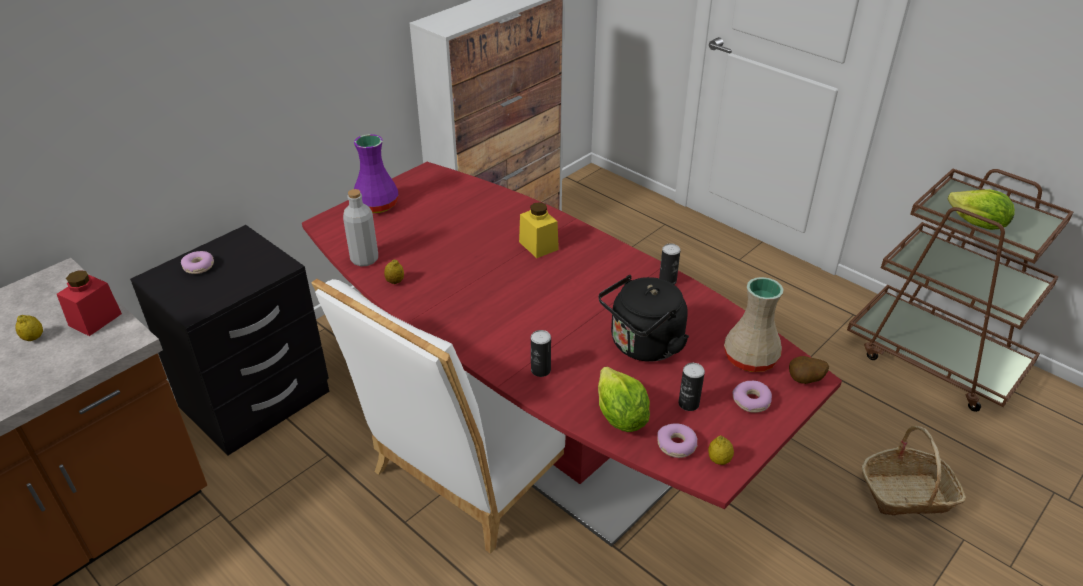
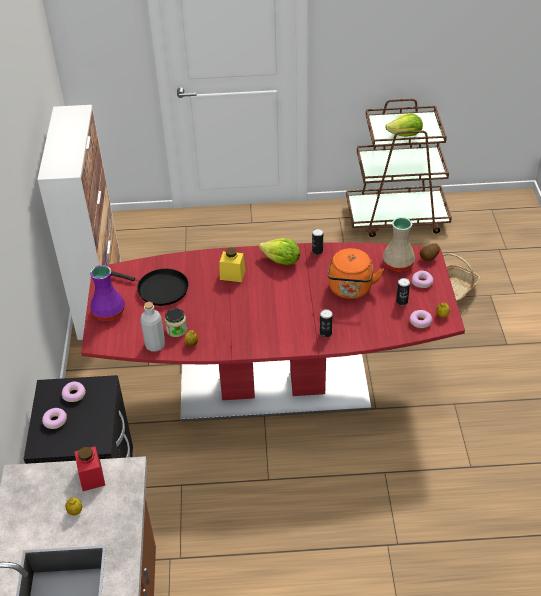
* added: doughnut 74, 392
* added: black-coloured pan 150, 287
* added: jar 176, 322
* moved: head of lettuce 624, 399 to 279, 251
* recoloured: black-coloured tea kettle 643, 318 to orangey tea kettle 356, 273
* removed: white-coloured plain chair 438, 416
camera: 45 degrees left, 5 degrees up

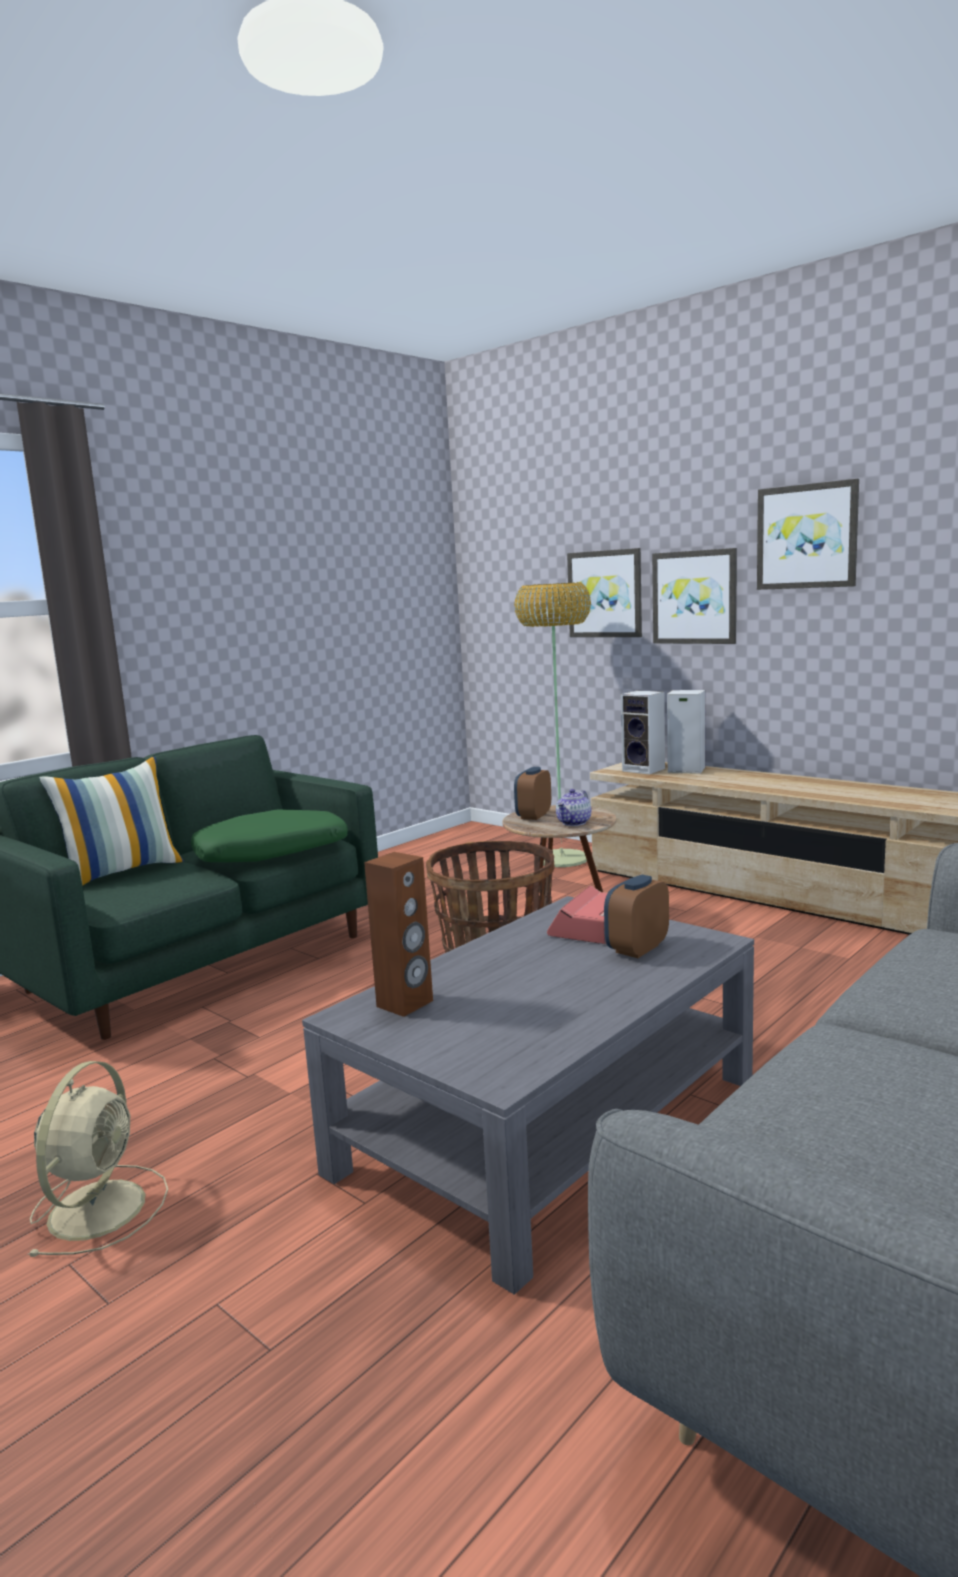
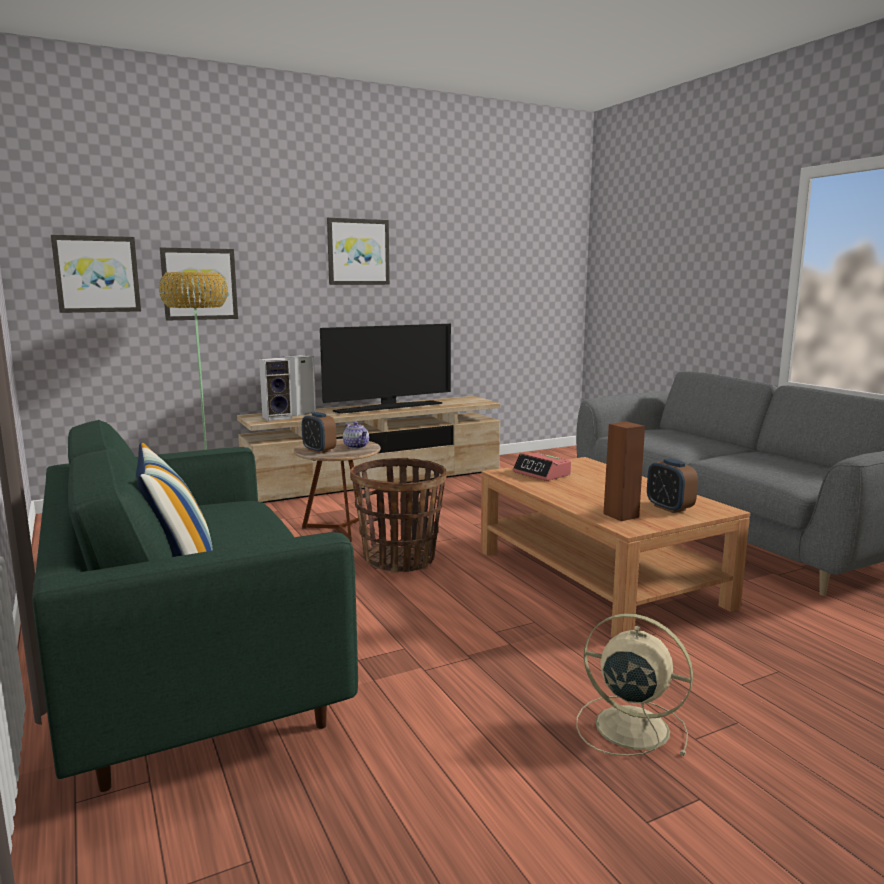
* moved: wall picture 694, 596 to 96, 274
* added: TV set 385, 369
* recoloured: gray coffee table 528, 1095 to brown coffee table 615, 547
* moved: alarm clock 636, 916 to 672, 485
* removed: green-coloured pillow 269, 835
camera: 70 degrees left, 0 degrees up

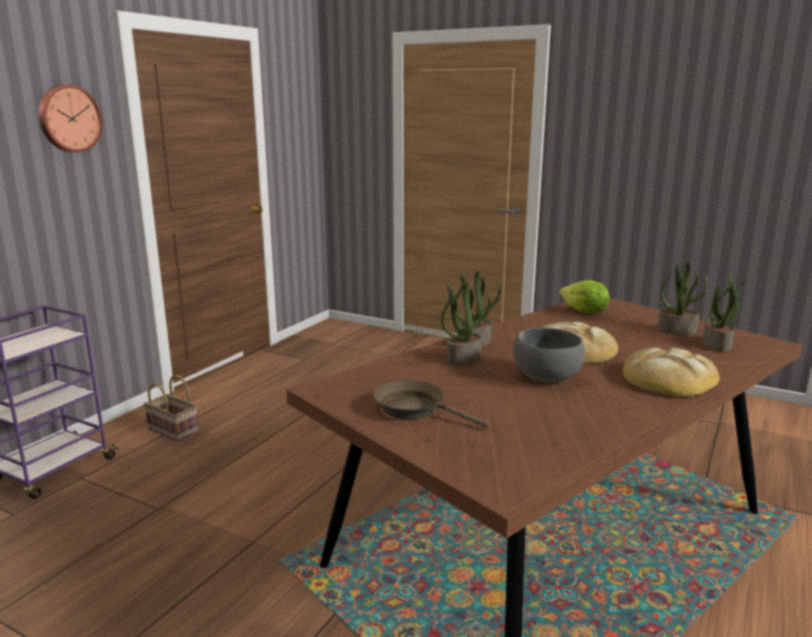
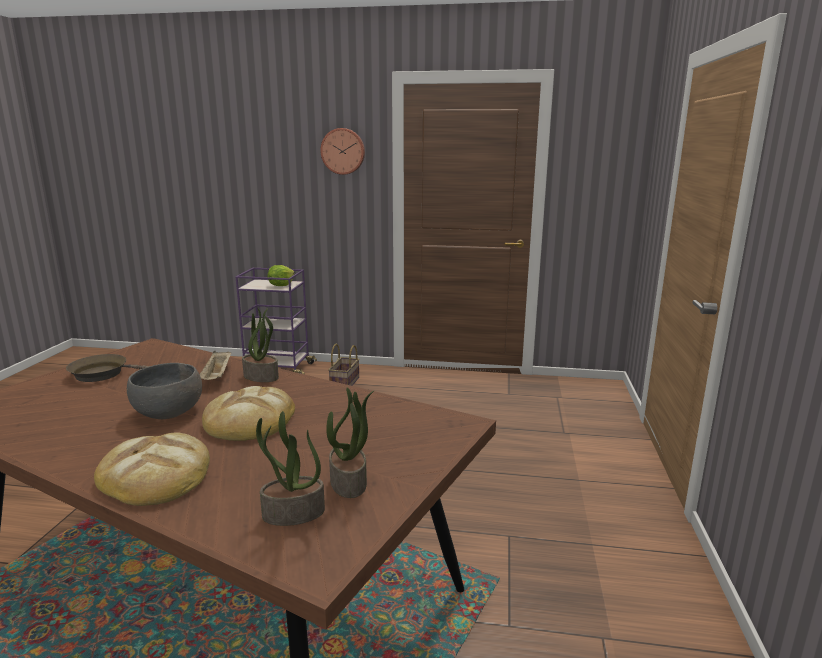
* turned: brown pan 432, 404 = 107, 368 105 degrees counterclockwise
* replaced: plant in a pot 466, 323 to sand-coloured carrying tray 215, 365
* moved: head of lettuce 585, 297 to 281, 275
camera: 70 degrees right, 0 degrees up

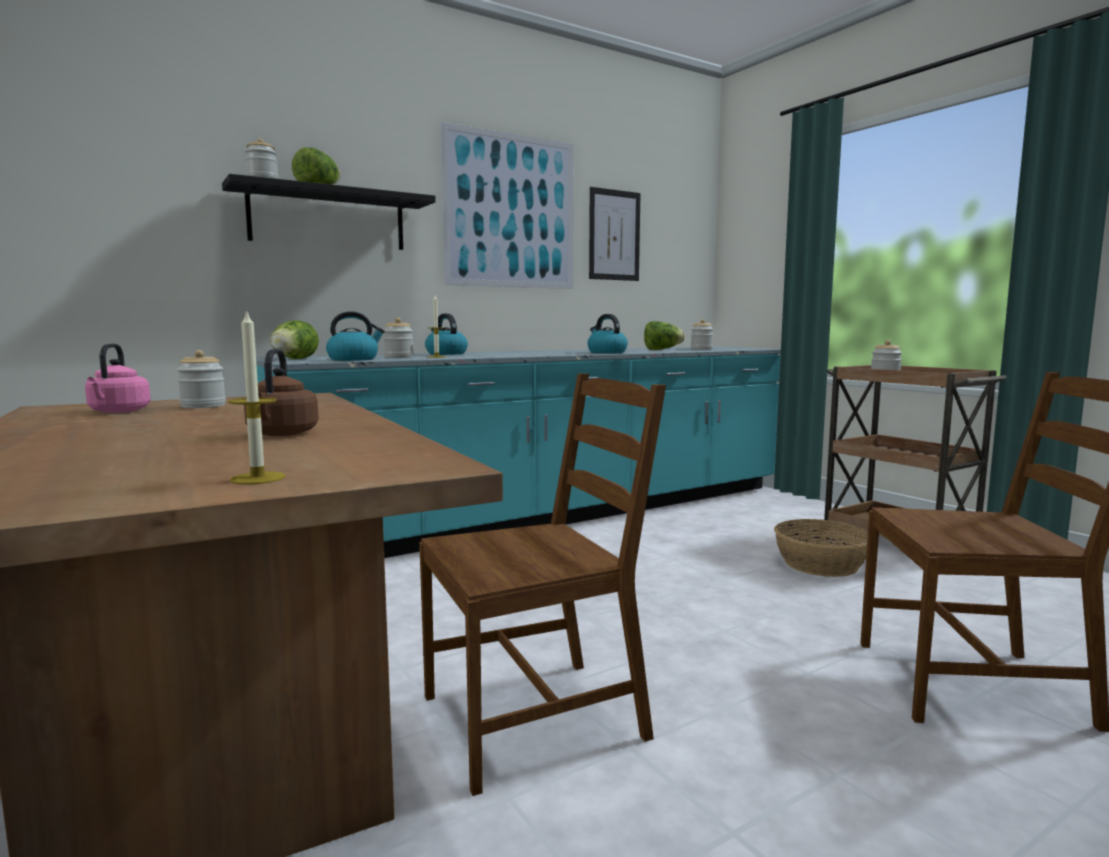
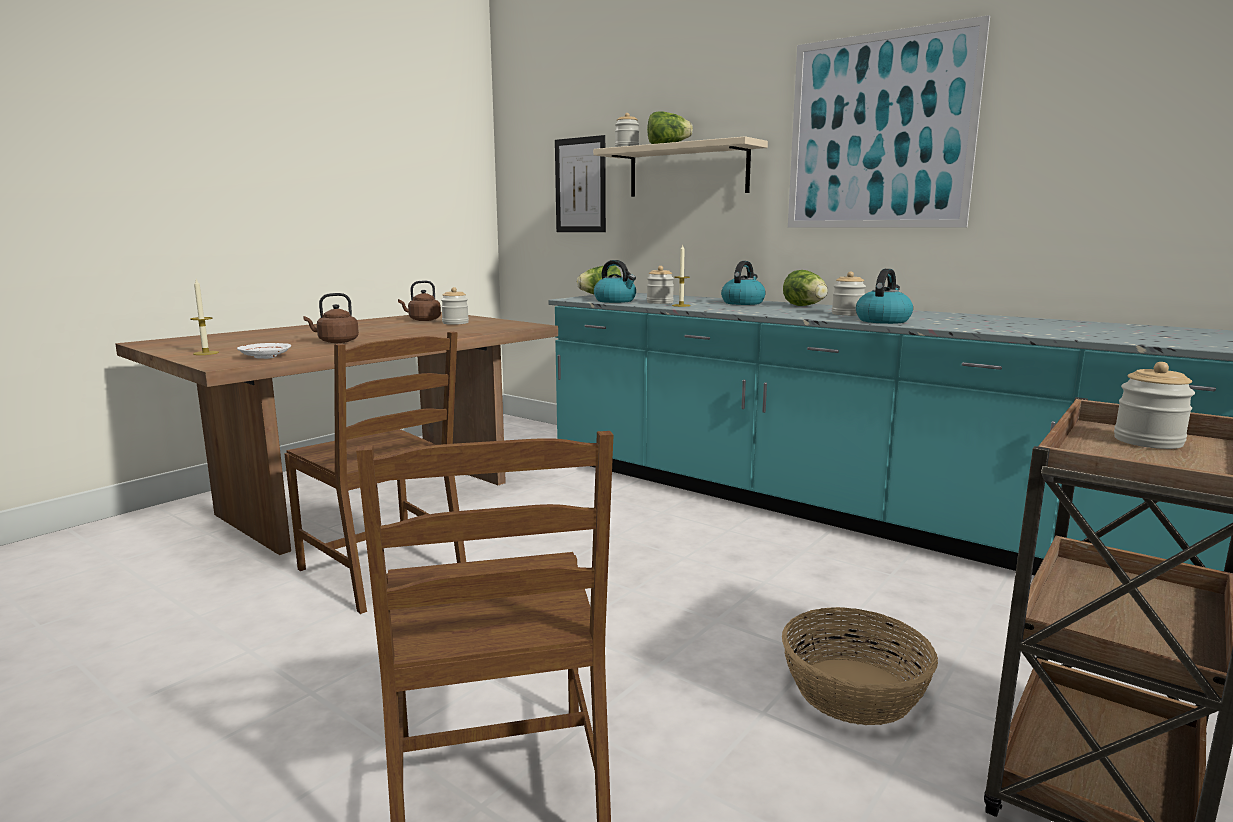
* added: white-coloured flat dish 264, 351
* recoloured: pink-coloured tea kettle 118, 378 to brown tea kettle 419, 301
* moved: wall picture 615, 234 to 580, 183
* recoloured: black-coloured shelf 329, 212 to sand-coloured shelf 680, 167
* moved: head of lettuce 664, 335 to 805, 288
* moved: jar 702, 334 to 849, 294
camera: 70 degrees right, 5 degrees up

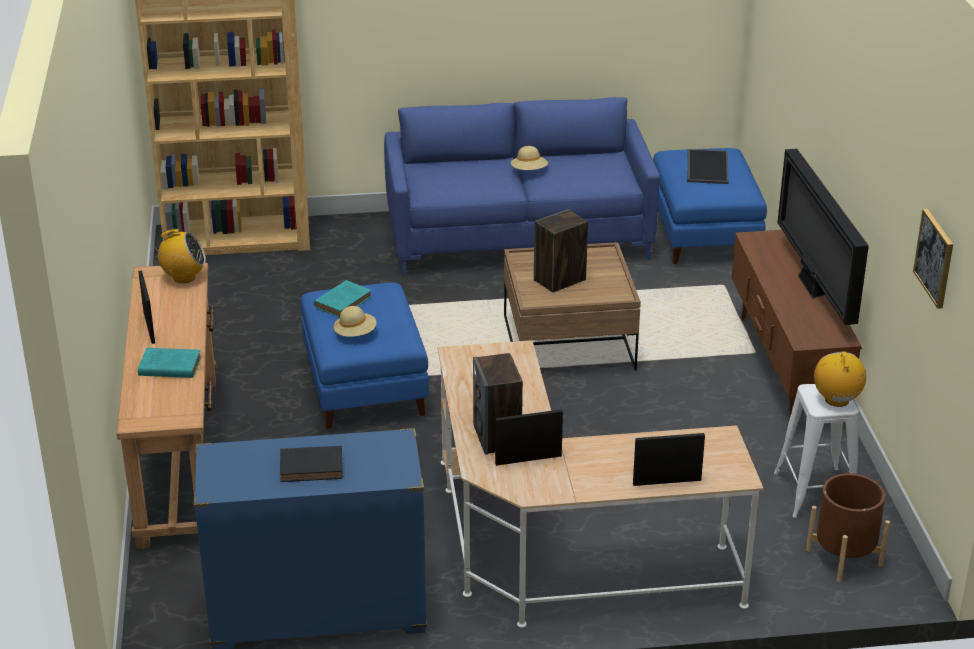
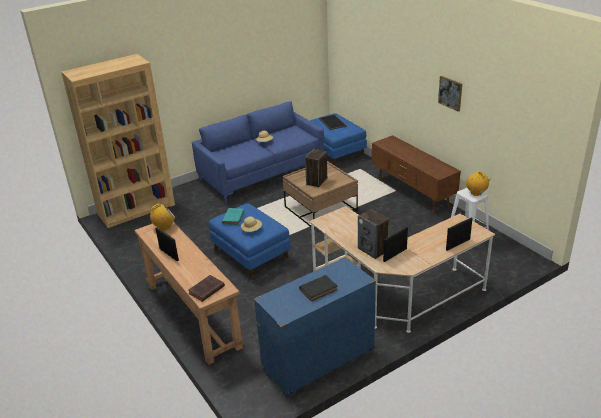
* added: brown bound book 206, 288
* moved: wall picture 933, 259 to 450, 94
* removed: turquoise-coloured bound book 169, 363
* removed: TV set 823, 237
* removed: brown flower pot 848, 527
camera: 25 degrees left, 0 degrees up

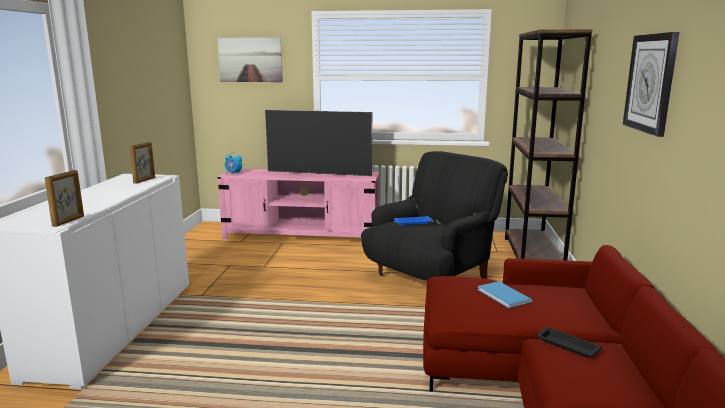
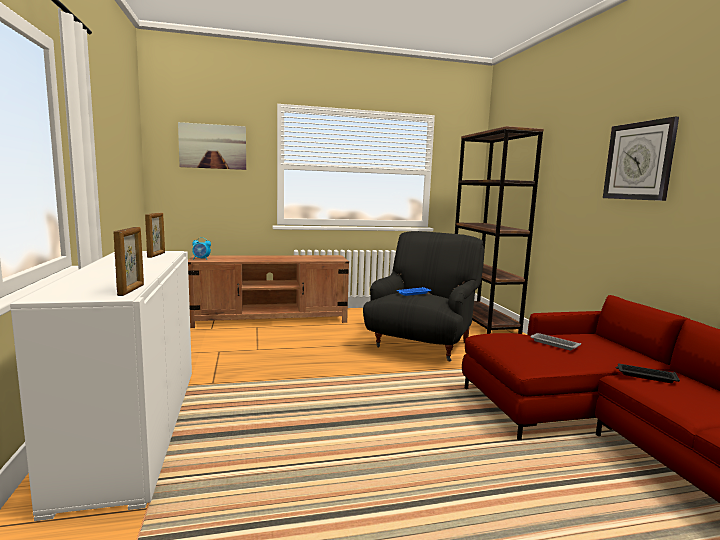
* recoloured: pink-coloured media console 298, 204 to brown media console 268, 291
* replaced: blue bound book 505, 294 to gray carrying tray 555, 341
* removed: TV set 319, 142
camera: 20 degrees left, 5 degrees down

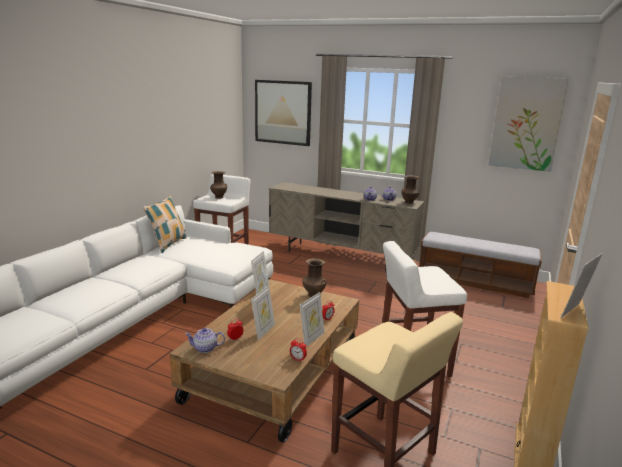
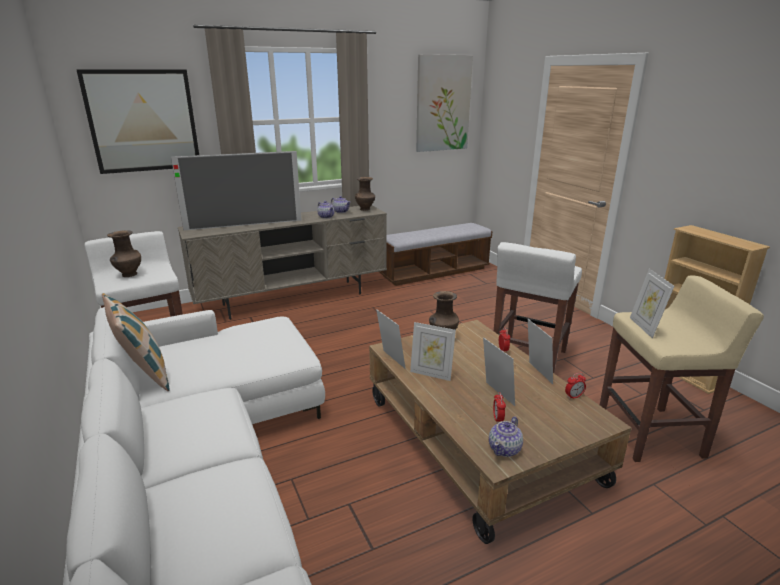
* added: TV set 236, 190
* moved: photo frame 582, 285 to 652, 303
camera: 50 degrees left, 5 degrees up

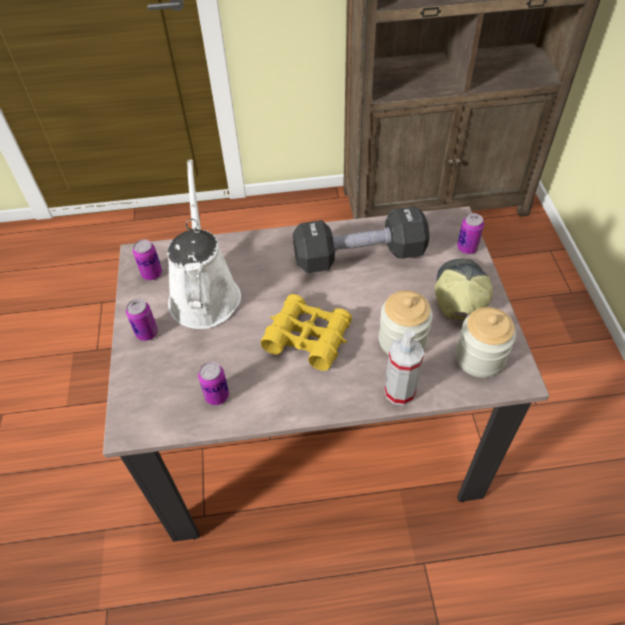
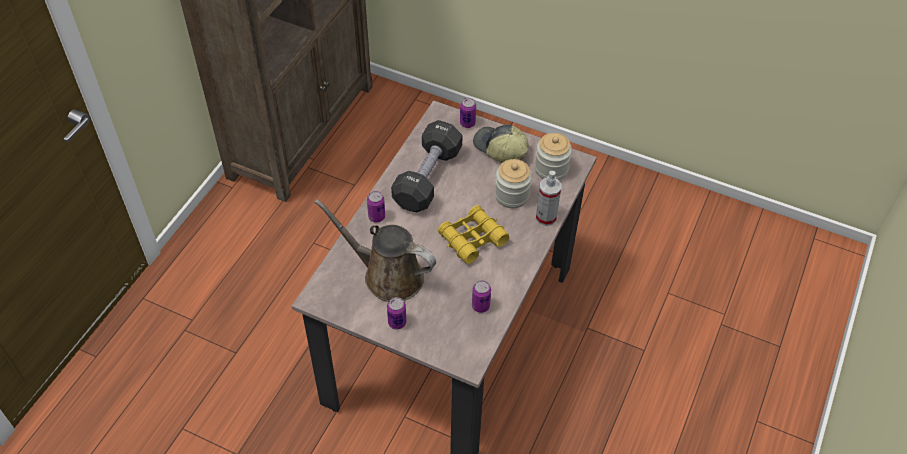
* recoloured: white-coloured watering pot 204, 244 to brown watering pot 375, 250
* moved: can 147, 260 to 376, 207
camera: 60 degrees left, 0 degrees up

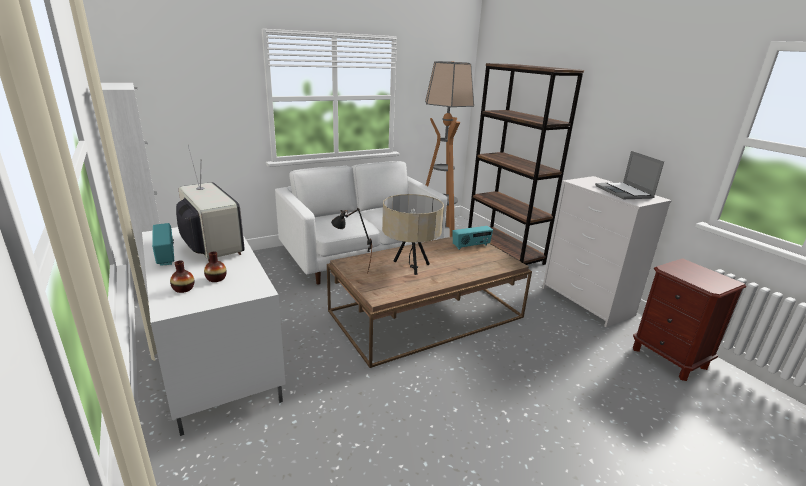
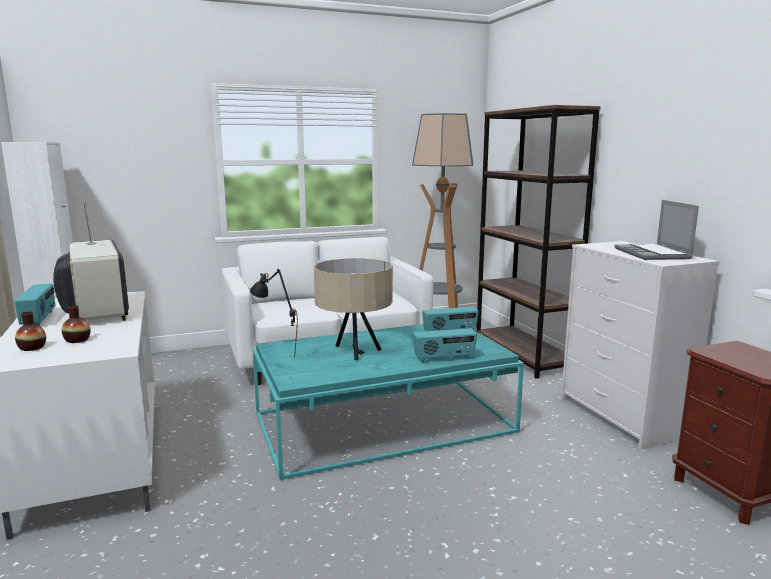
* recoloured: brown coffee table 429, 302 to turquoise-coloured coffee table 388, 402
* added: radio 445, 345
camera: 10 degrees right, 10 degrees down

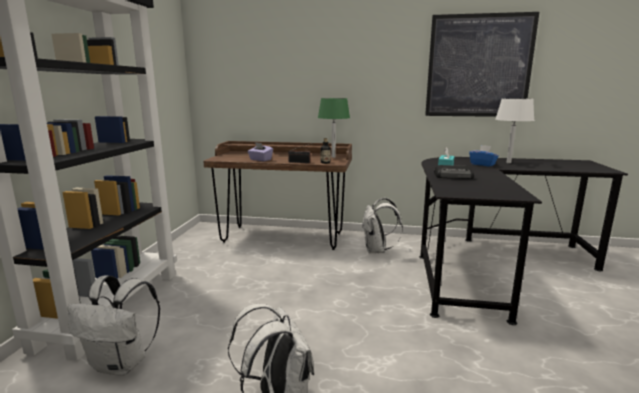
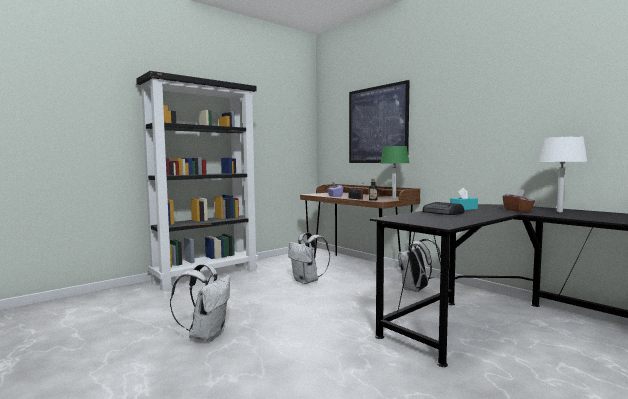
* moved: white-coloured backpack 114, 325 to 309, 258
* moved: wall picture 482, 64 to 379, 121
* recoloured: blue tissue box 484, 155 to brown tissue box 519, 200
camera: 40 degrees right, 10 degrees down

